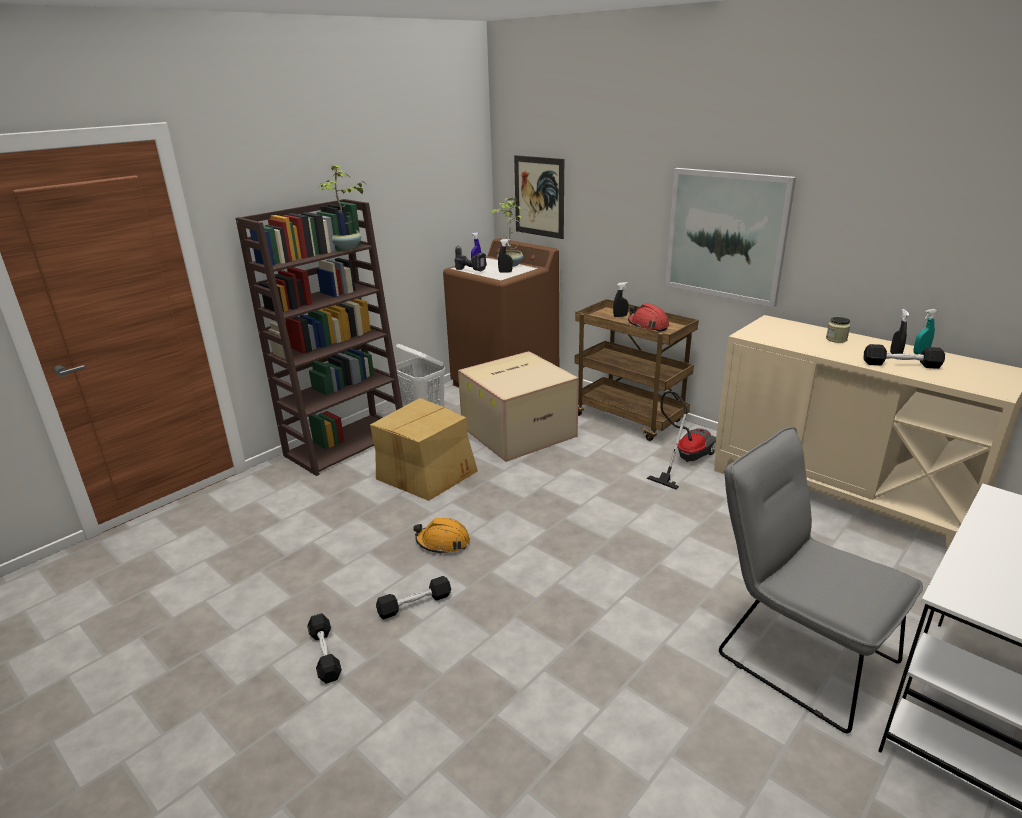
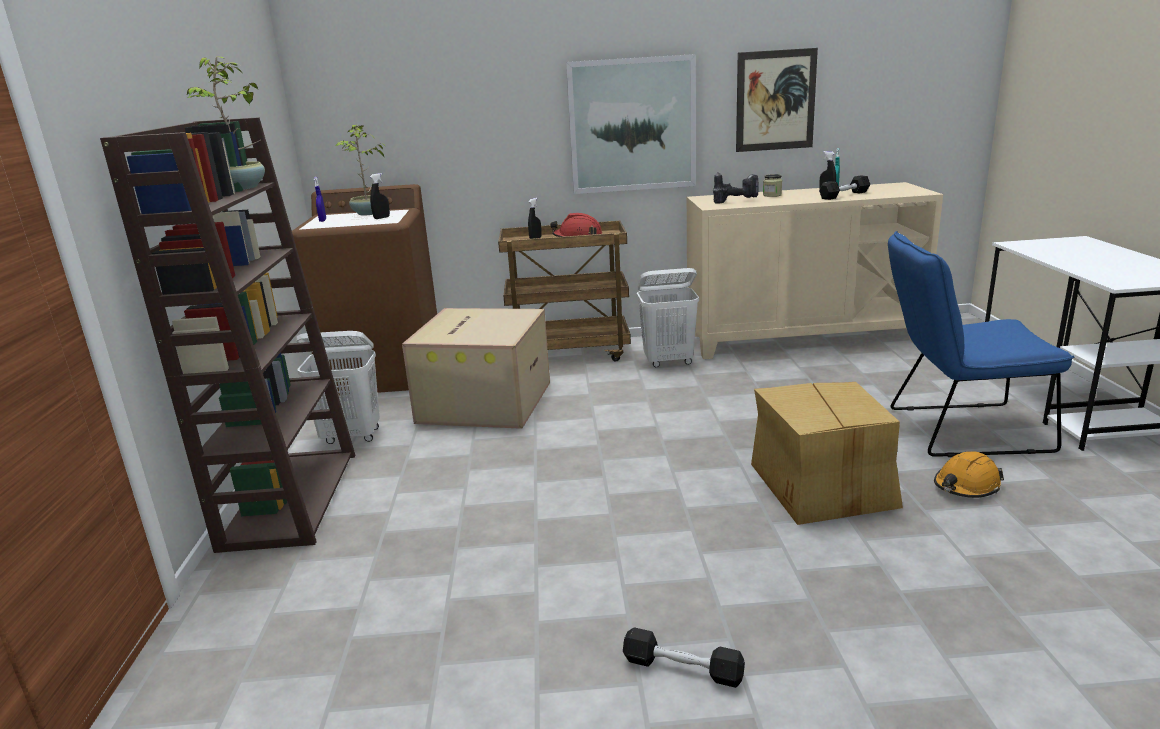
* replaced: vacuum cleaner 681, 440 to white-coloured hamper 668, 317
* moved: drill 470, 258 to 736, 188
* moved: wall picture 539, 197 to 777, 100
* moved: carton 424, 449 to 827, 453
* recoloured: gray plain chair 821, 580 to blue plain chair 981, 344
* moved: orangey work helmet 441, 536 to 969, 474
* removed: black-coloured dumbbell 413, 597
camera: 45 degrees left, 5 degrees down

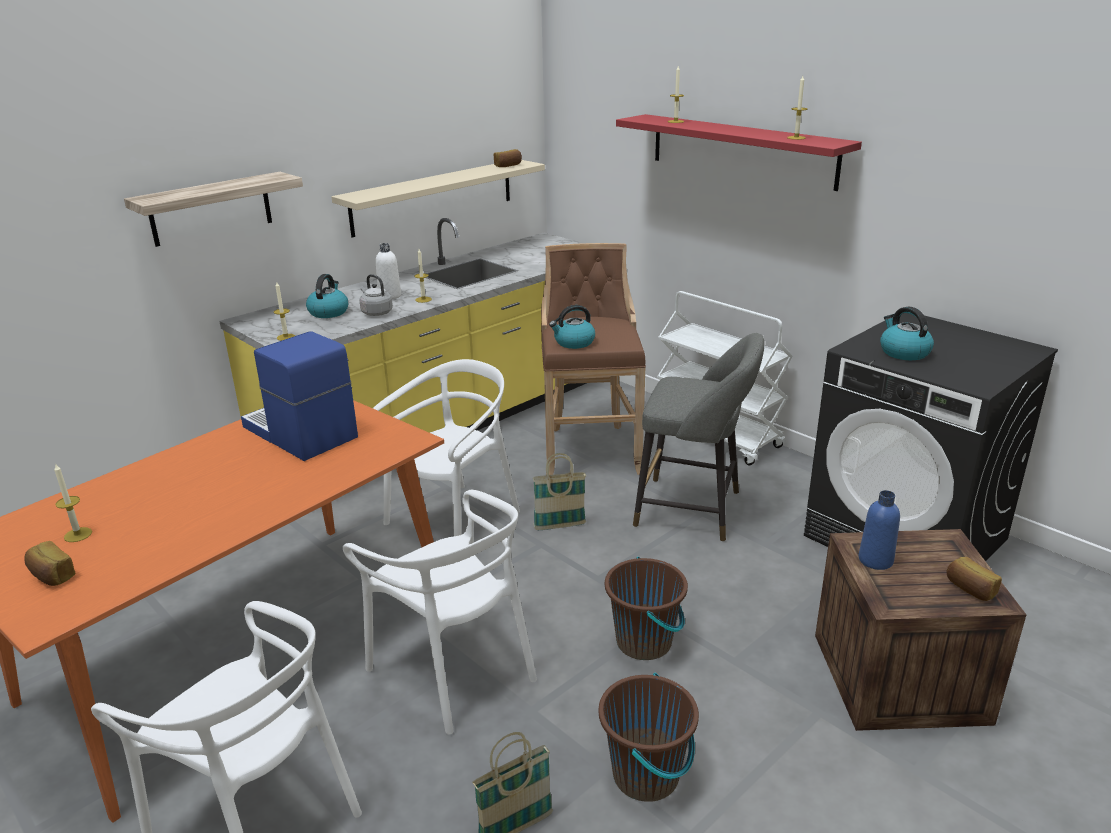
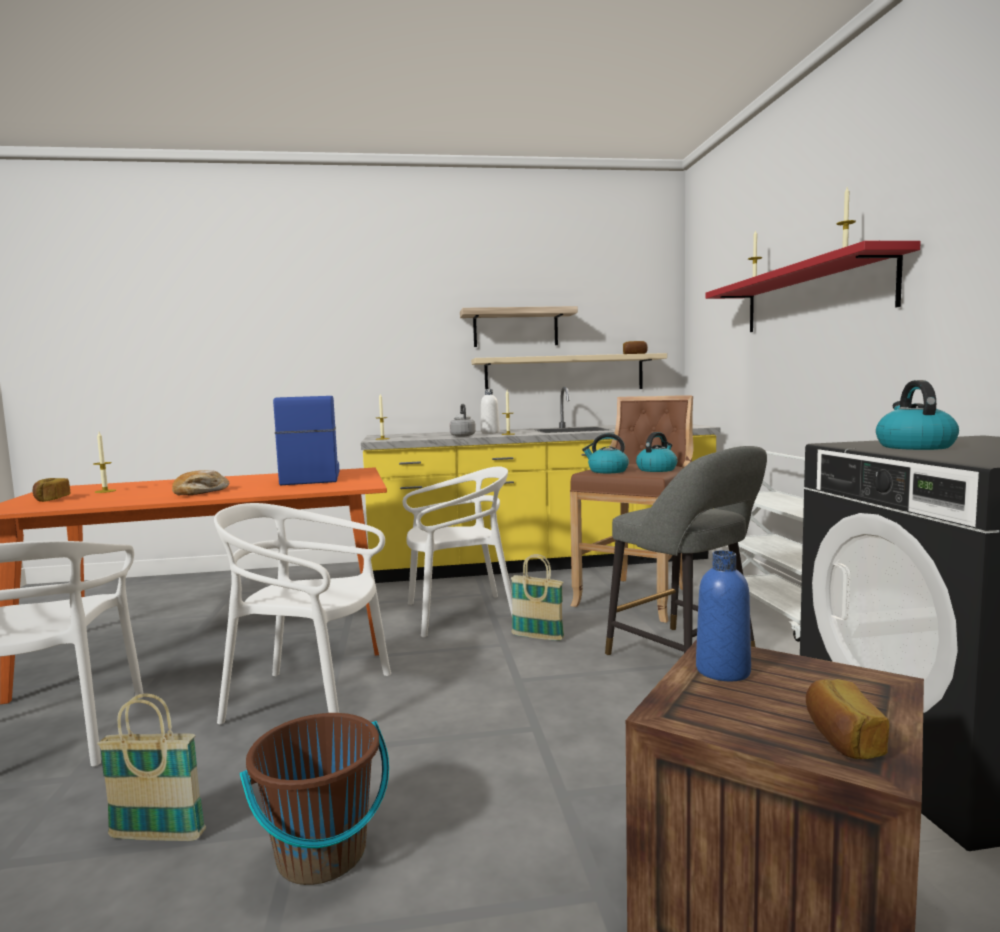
* added: baked bread 200, 482
* turned: white-coloured plain chair 440, 612 = 302, 614 105 degrees clockwise
* moved: shelf 213, 209 to 519, 326
* moved: tea kettle 327, 296 to 656, 452
* removed: brown water bucket 646, 608
camera: 35 degrees right, 20 degrees down

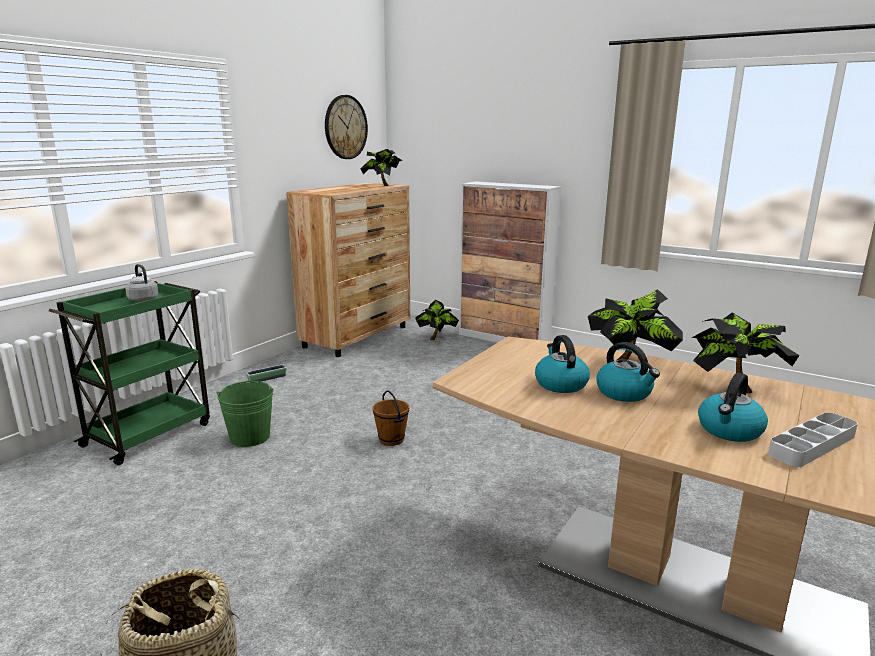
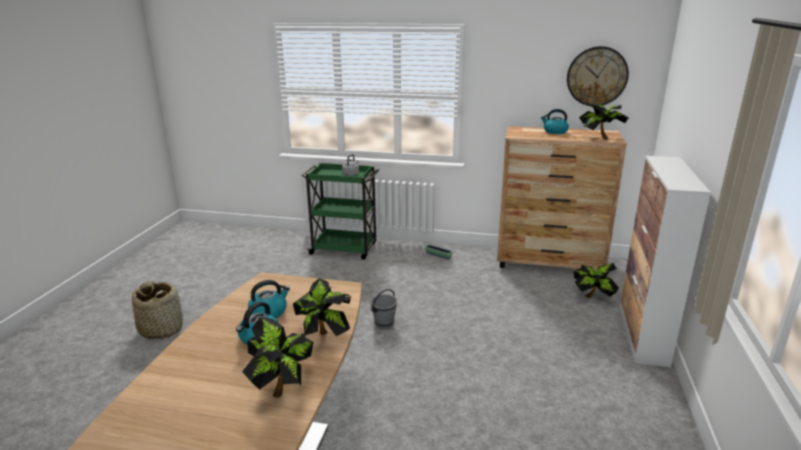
* recoloured: brown water bucket 391, 418 to gray water bucket 383, 309
* moved: tea kettle 733, 407 to 555, 121
* removed: green-coloured water bucket 245, 414
* removed: gray carrying tray 813, 439
camera: 70 degrees right, 5 degrees up

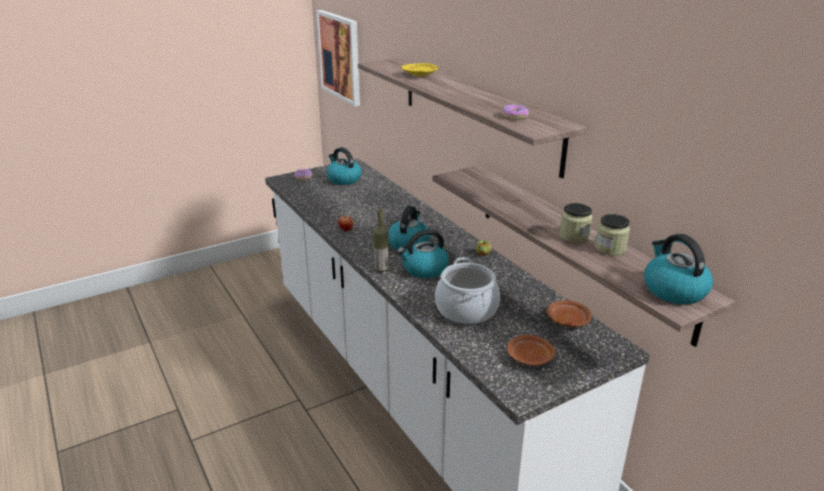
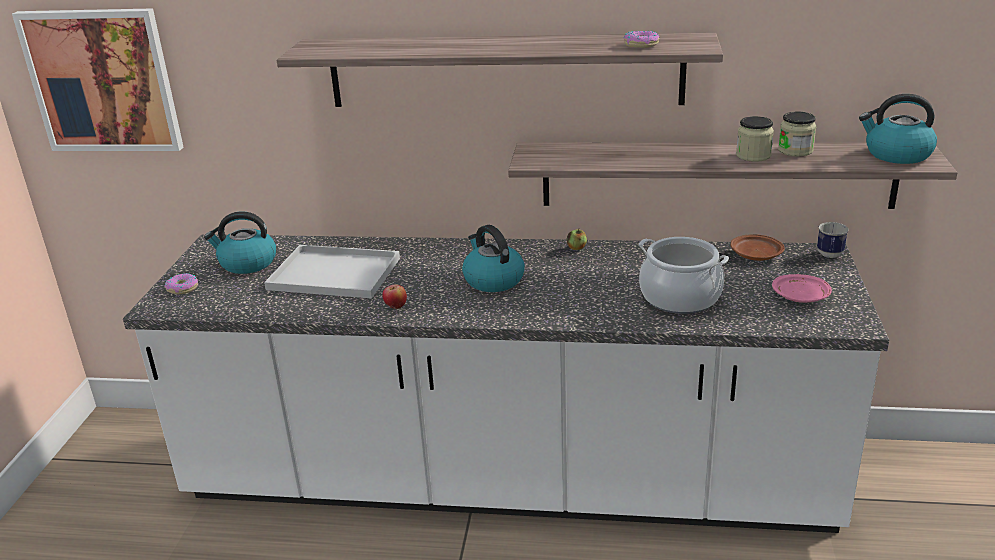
* added: white-coloured carrying tray 332, 272
* recoloured: brown flat dish 531, 350 to pink-coloured flat dish 802, 288
* added: coffee mug 833, 240
* removed: bottle 380, 240
* removed: tea kettle 423, 253
* removed: yellow flat dish 420, 70
camera: 50 degrees left, 0 degrees up

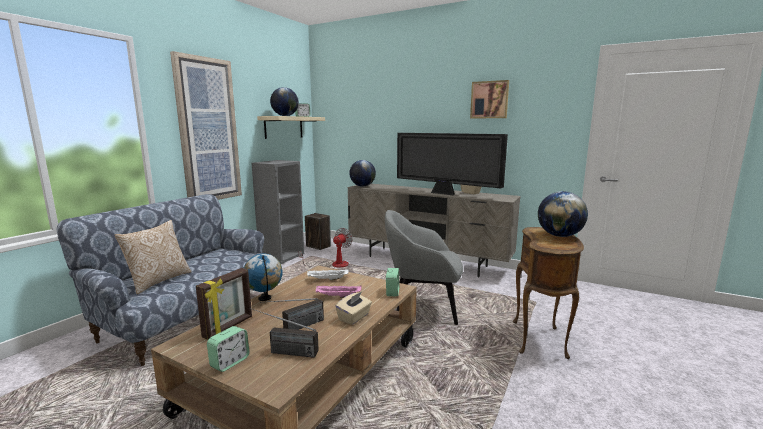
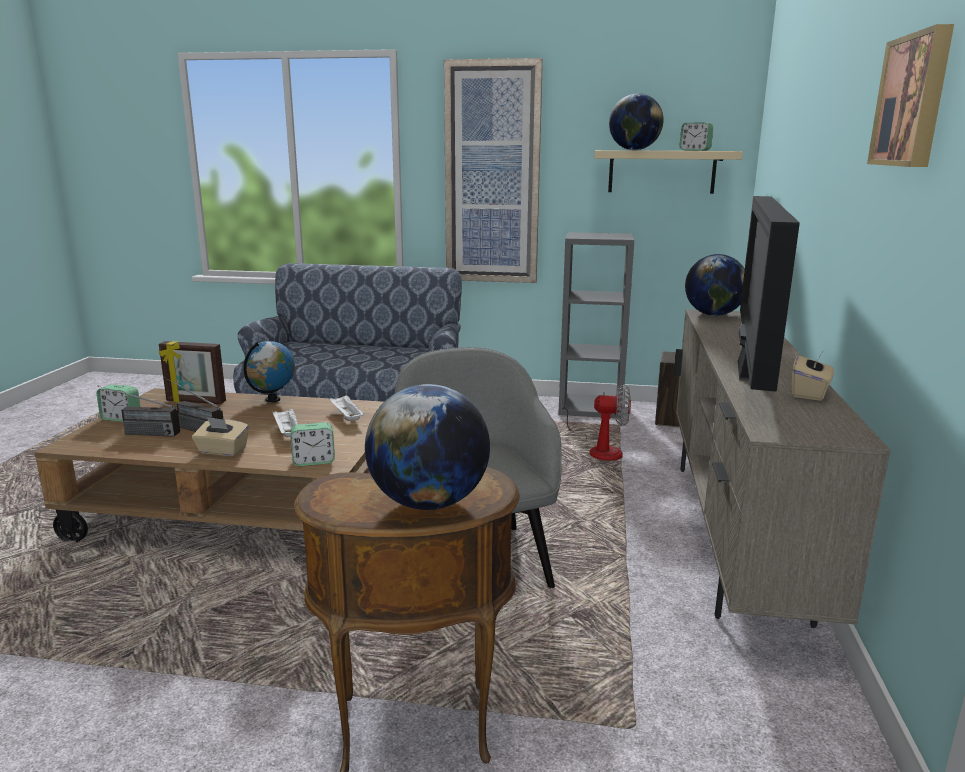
* turned: radio 284, 333 = 138, 411 75 degrees counterclockwise
* recoloured: pink-coloured carrying tray 338, 292 to white-coloured carrying tray 285, 422
* removed: pillow 153, 257
camera: 70 degrees right, 5 degrees up

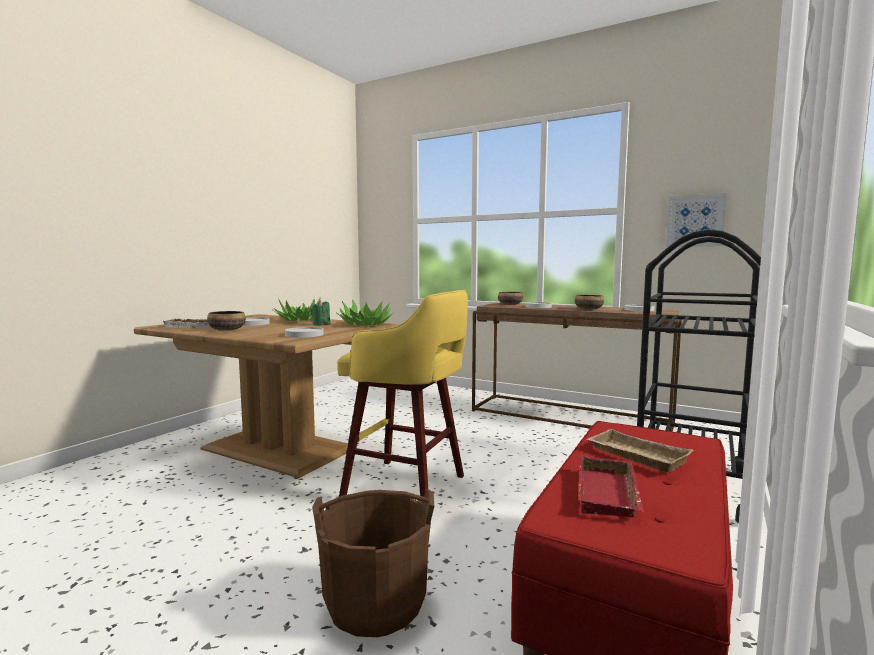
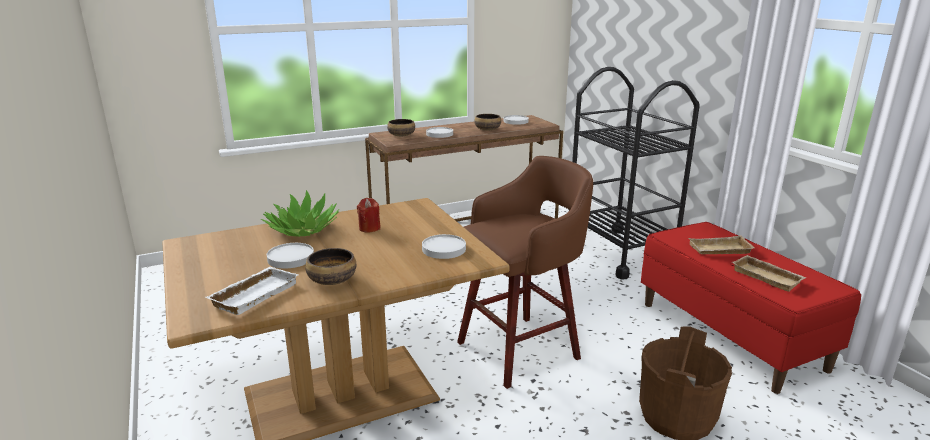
* recoloured: green-coloured wax candle 320, 313 to reddish wax candle 369, 215
* recoloured: yellow stool seat 402, 393 to brown stool seat 525, 272
* recoloured: reddish carrying tray 611, 486 to sand-coloured carrying tray 769, 273
* removed: plant in a pot 365, 312
* removed: wall picture 696, 220
camera: 55 degrees left, 15 degrees up

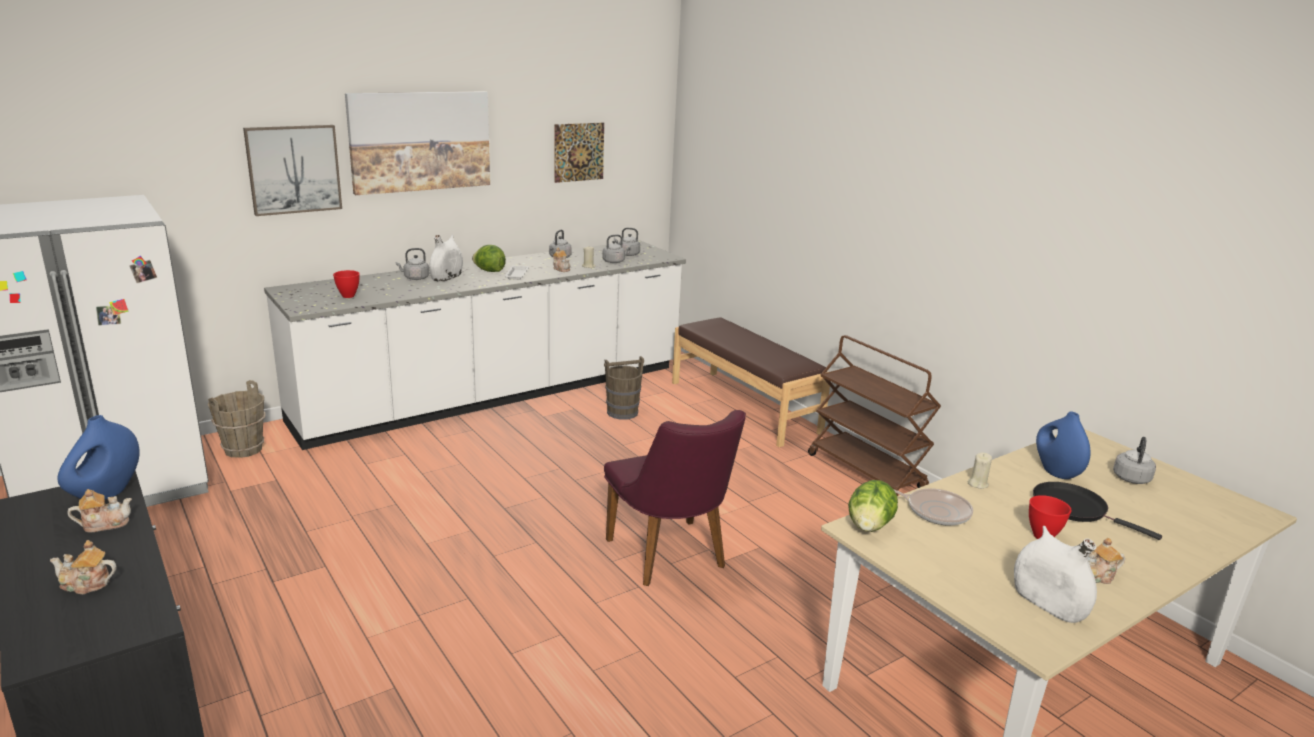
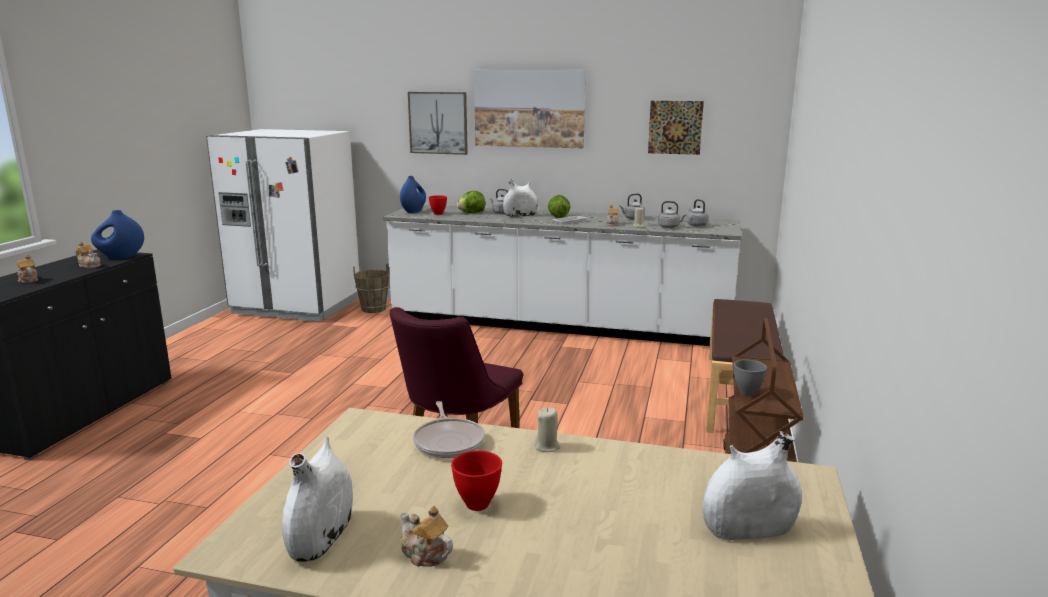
* moved: blue flower vase 1063, 445 to 413, 194
* moved: head of lettuce 873, 506 to 471, 202
* replaced: gray tea kettle 1134, 460 to white-coloured flower vase 752, 485
* added: gray serving bowl 750, 378
* removed: brown water bucket 624, 388
* removed: black-coloured pan 1097, 511
camera: 50 degrees right, 5 degrees down

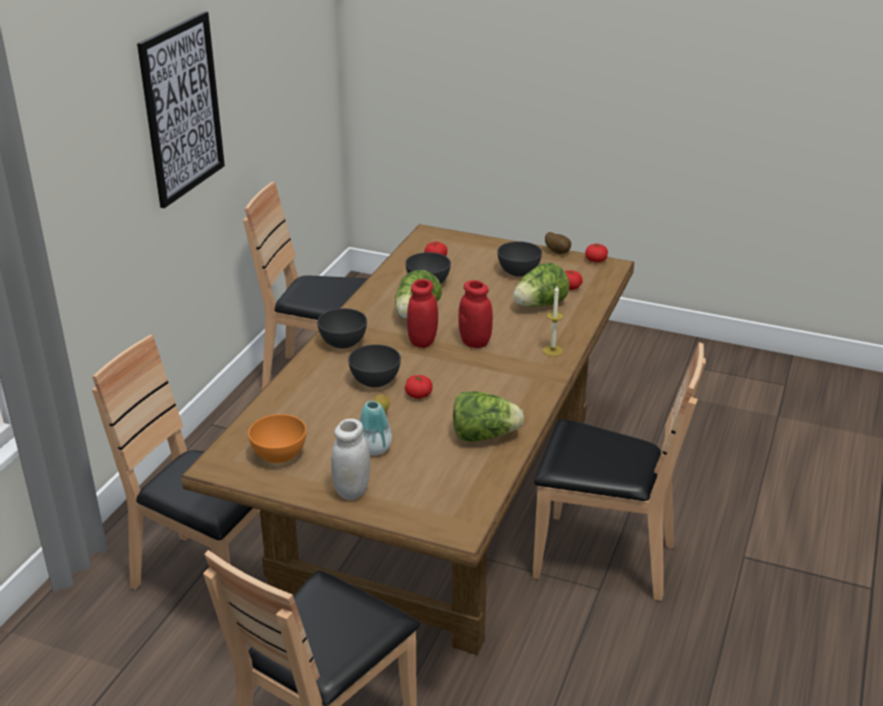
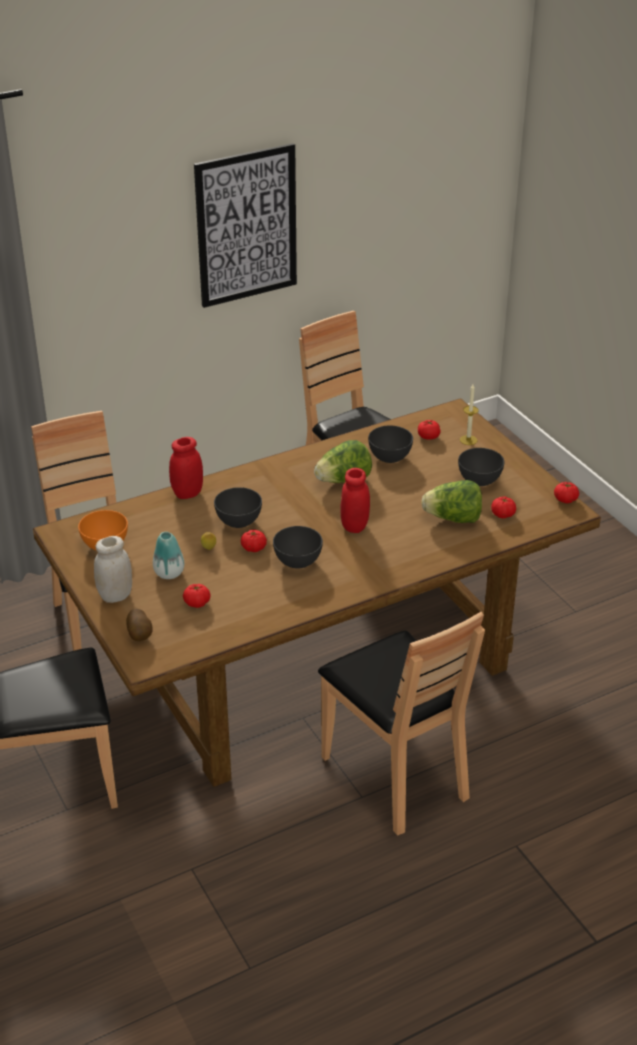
* moved: spud 558, 243 to 139, 625
* moved: reddish jar 422, 313 to 186, 468
* added: tomato 197, 596
* moved: gray serving bowl 342, 328 to 298, 547
* moved: wax candle 553, 321 to 469, 415
* removed: head of lettuce 488, 416
camera: 40 degrees right, 5 degrees up

